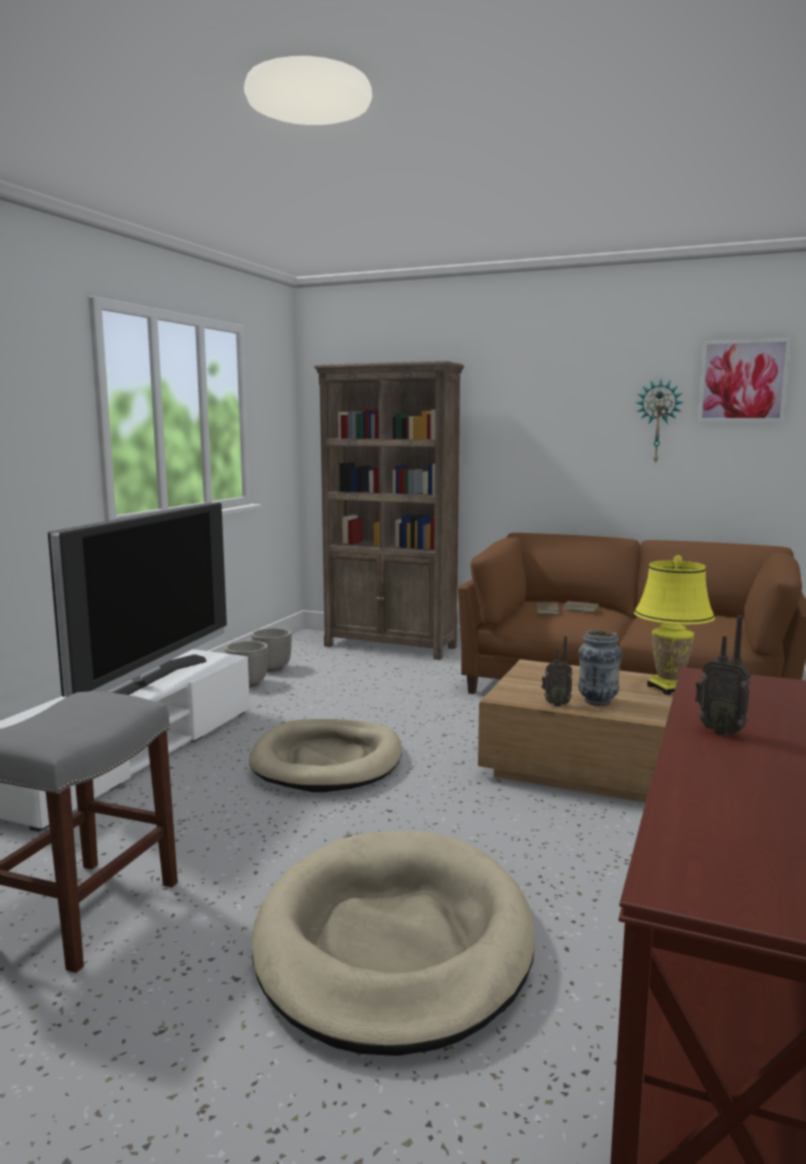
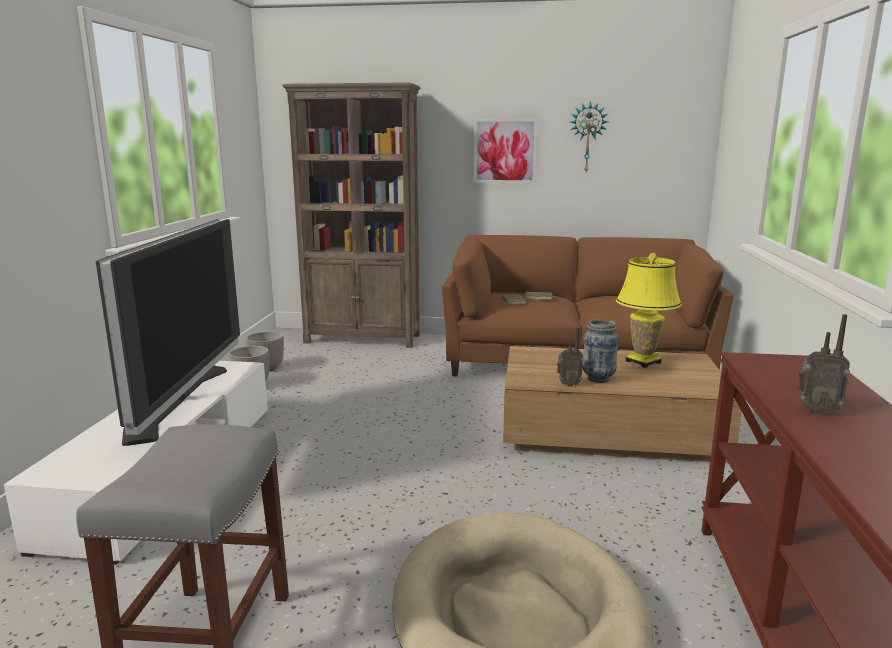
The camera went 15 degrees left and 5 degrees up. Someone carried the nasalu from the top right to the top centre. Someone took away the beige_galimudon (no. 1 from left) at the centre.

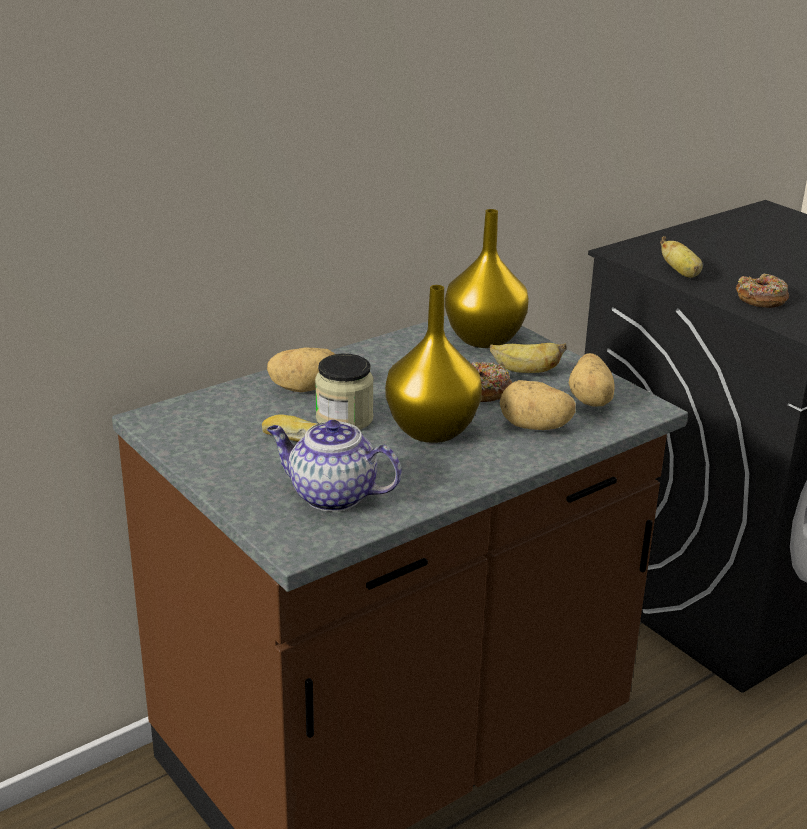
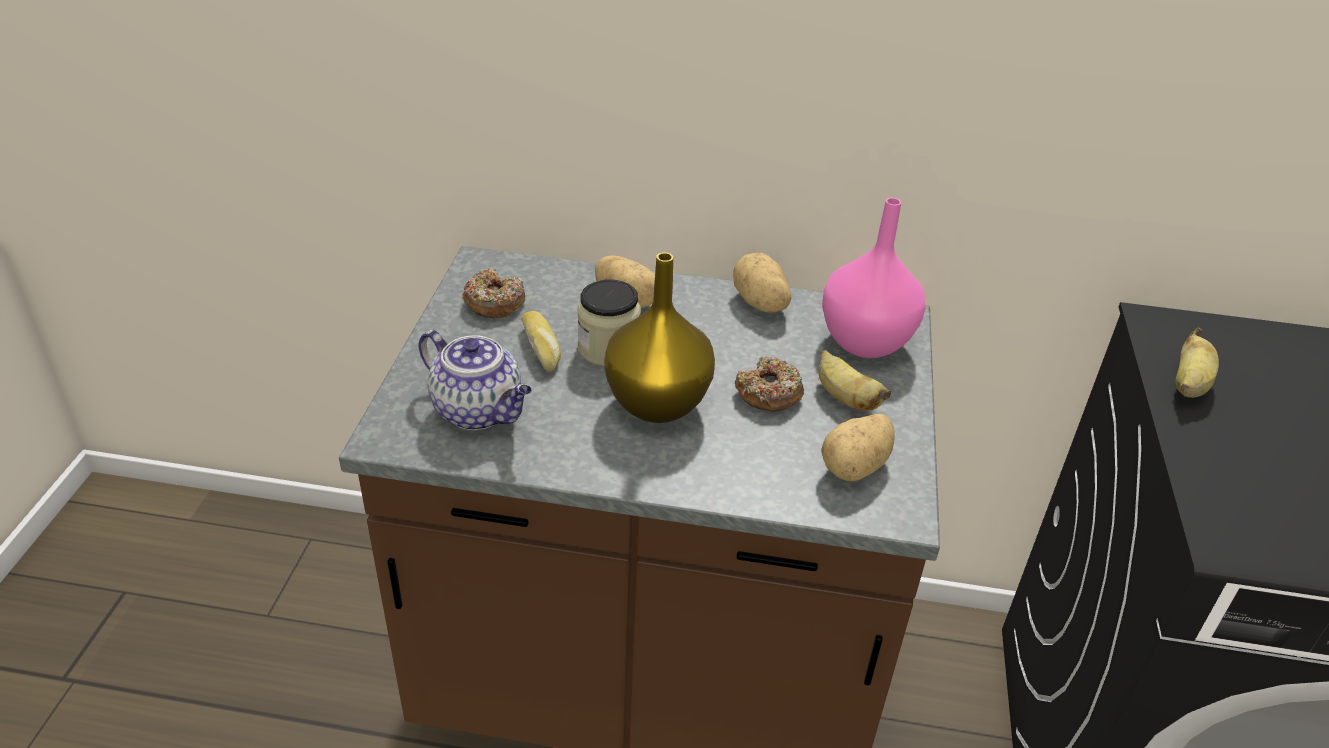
The camera went 45 degrees right and 10 degrees up. Someone repainted the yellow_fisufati (no. 2 from left) at the centre, which became the pink_fisufati at the centre. Someone carried the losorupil (no. 2 from left in the first image) from the middle right to the centre. Someone carried the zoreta (no. 2 from left) from the middle right to the centre. Someone rotated the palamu at the centre by 150 degrees clockwise.

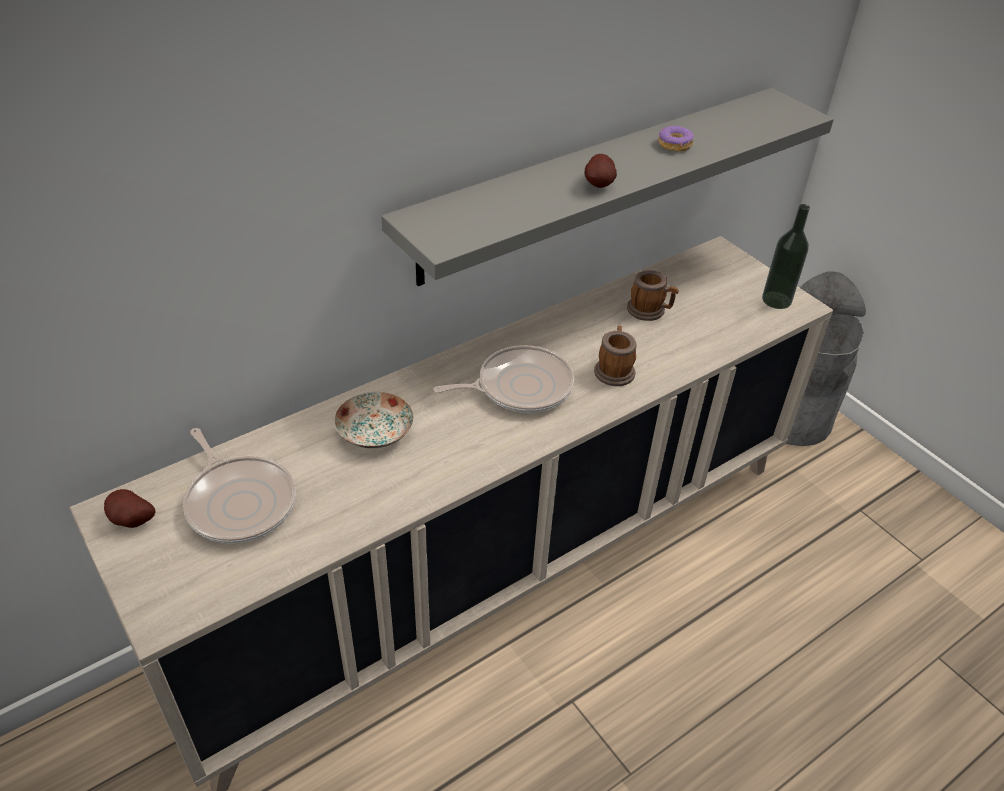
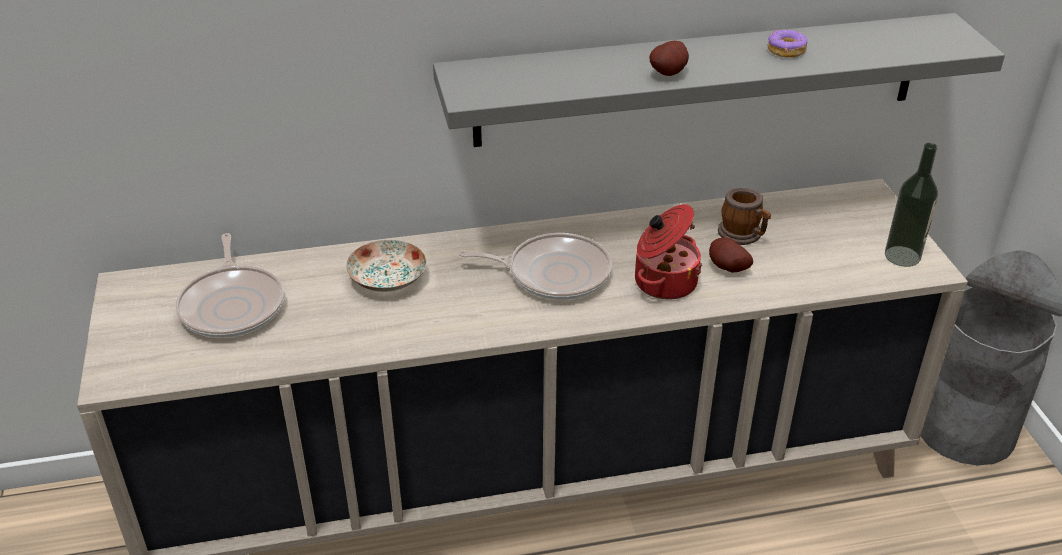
The camera went 25 degrees right and 5 degrees down. Someone swapped the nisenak (no. 1 from left) at the centre for the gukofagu at the centre. Someone carried the zoreta (no. 1 from left in the first image) from the middle left to the middle right.

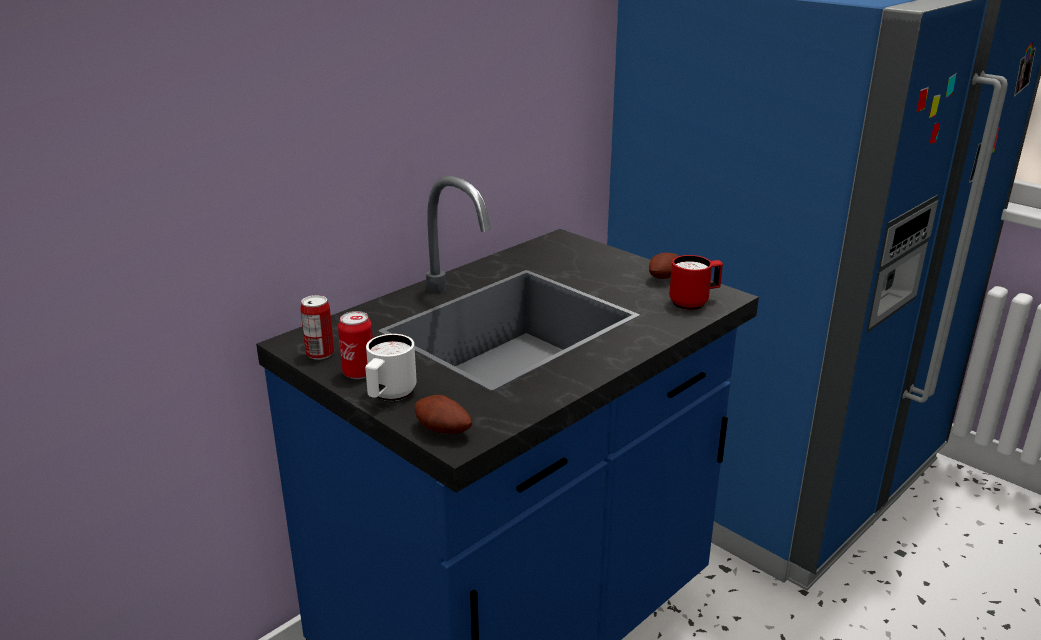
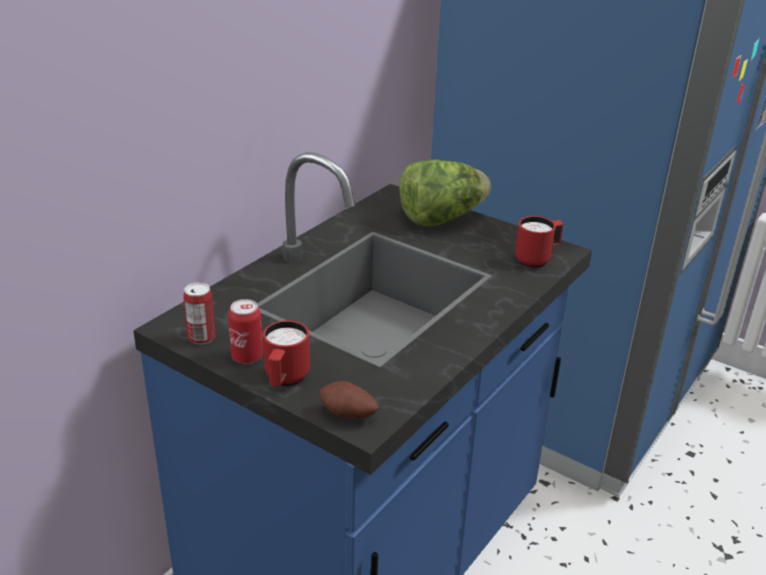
The camera went 10 degrees left and 5 degrees up. Someone took away the zoreta (no. 2 from left) at the centre. Someone repainted the white_nisenak at the centre, which became the red_nisenak (no. 1 from left) at the centre. Someone put down the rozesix at the centre.

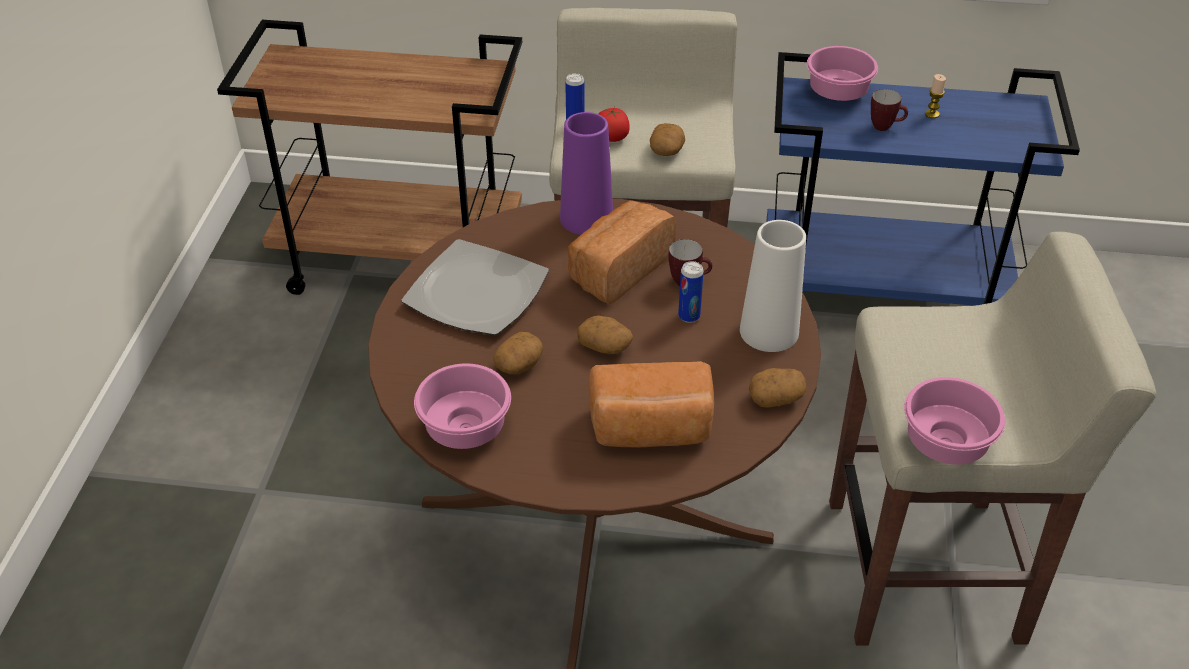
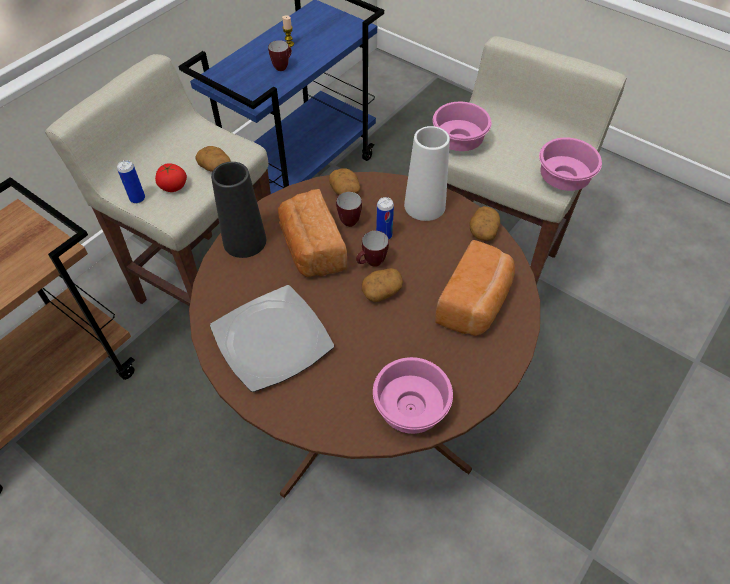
The camera went 60 degrees left and 10 degrees up. Someone carried the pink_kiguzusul (no. 2 from left) from the top right to the top centre. Someone repainted the purple_fisufati at the top centre, which became the black_fisufati at the middle left. Someone carried the zoreta (no. 1 from left in the first image) from the centre to the top centre. Someone put down the nisenak (no. 3 from left) at the centre.

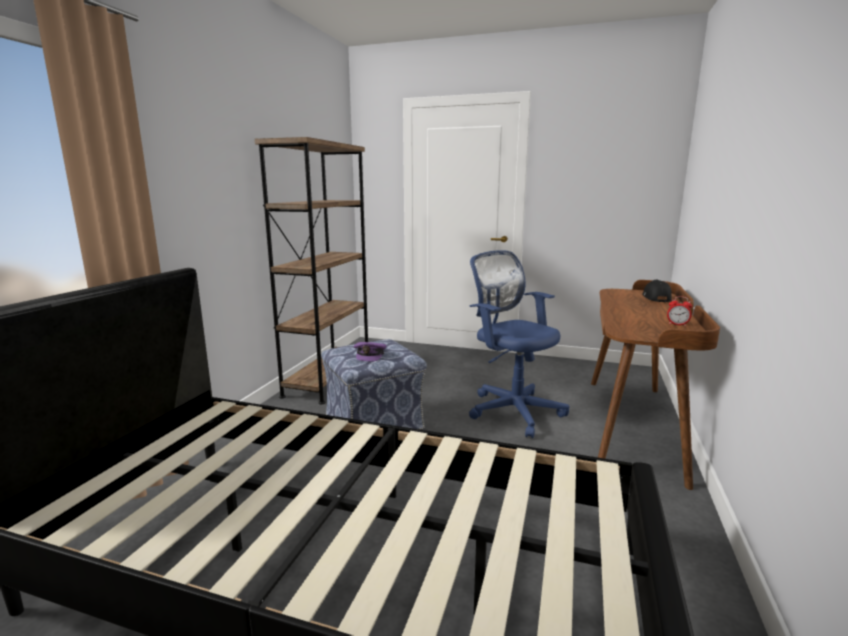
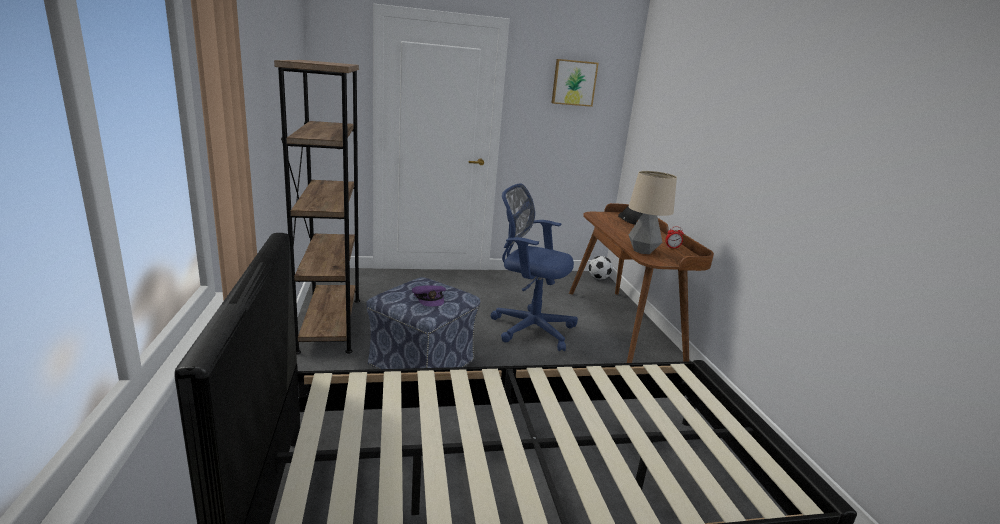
The camera went 30 degrees left and 5 degrees up. Someone put up the nasalu at the top centre. Someone put down the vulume at the centre. Someone put down the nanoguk at the centre.

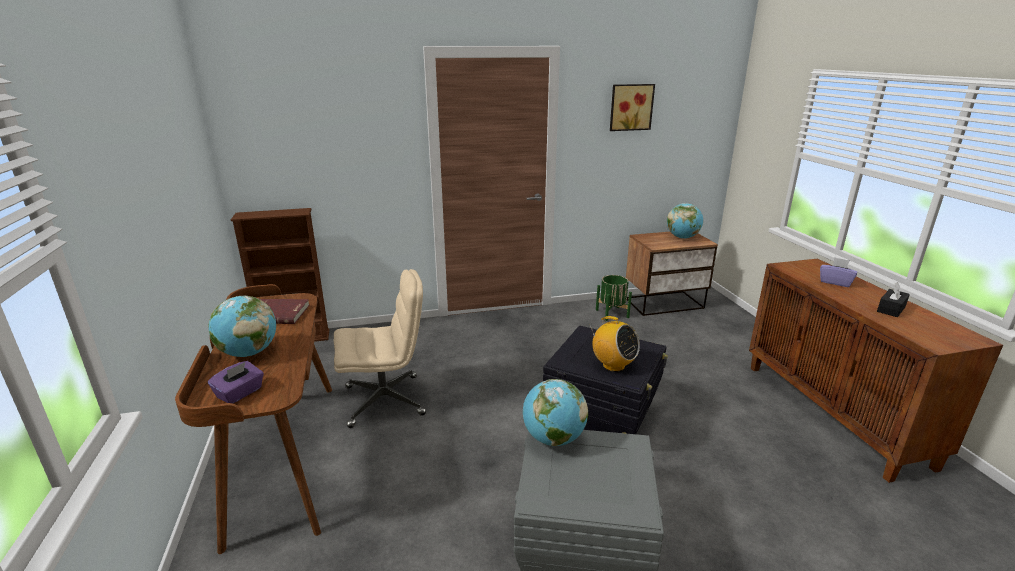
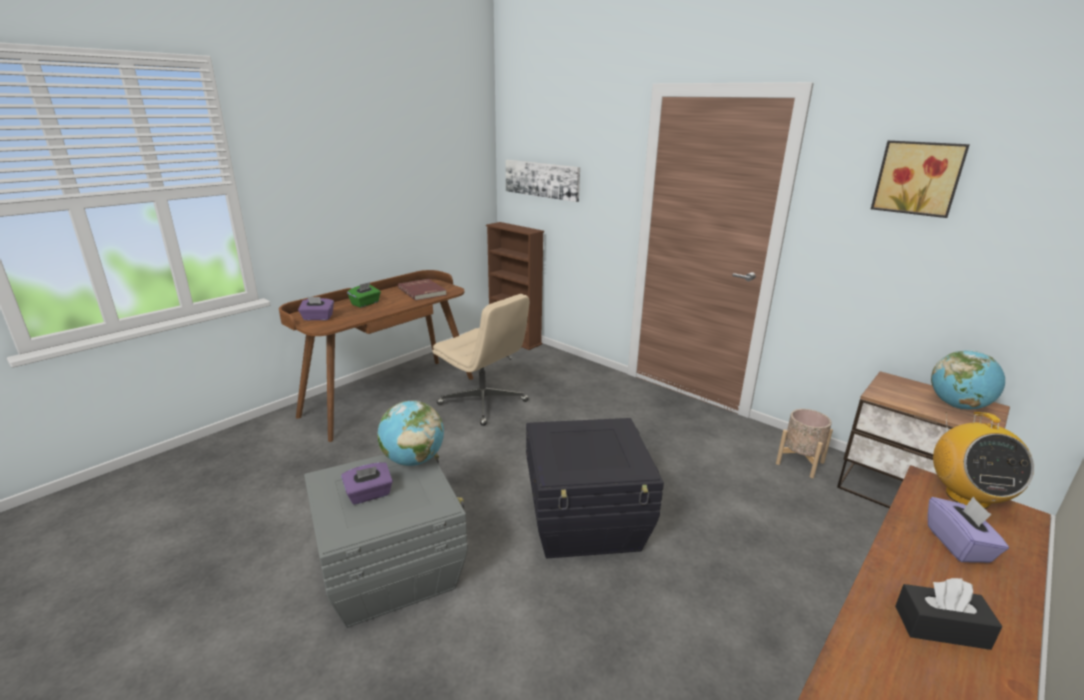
The camera went 55 degrees right and 0 degrees up. Someone repainted the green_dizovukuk at the centre, which became the beige_dizovukuk at the middle right. Someone swapped the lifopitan (no. 1 from left) at the middle left for the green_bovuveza at the centre. Someone carried the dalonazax from the centre to the middle right. Someone put up the nasalu (no. 1 from left) at the top centre. Someone put down the purple_bovuveza (no. 2 from left) at the bottom centre.

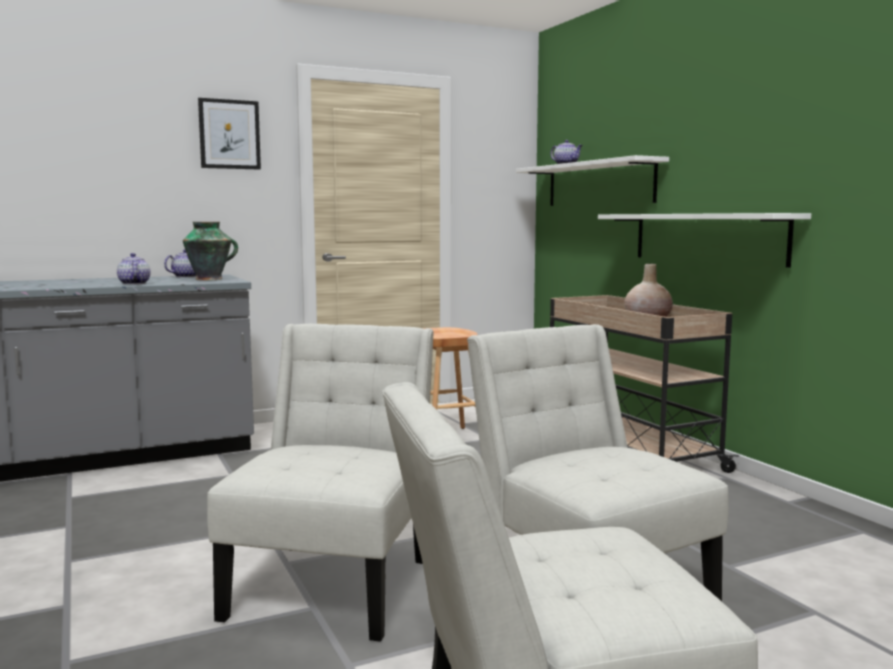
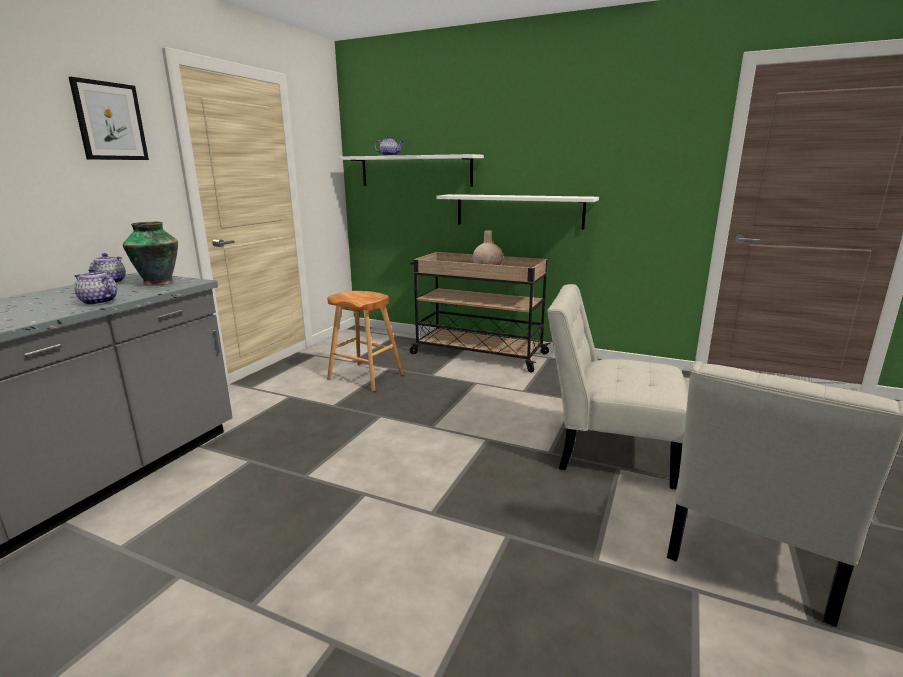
The camera went 40 degrees left and 10 degrees up. Someone took away the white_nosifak (no. 1 from left) at the bottom centre.

